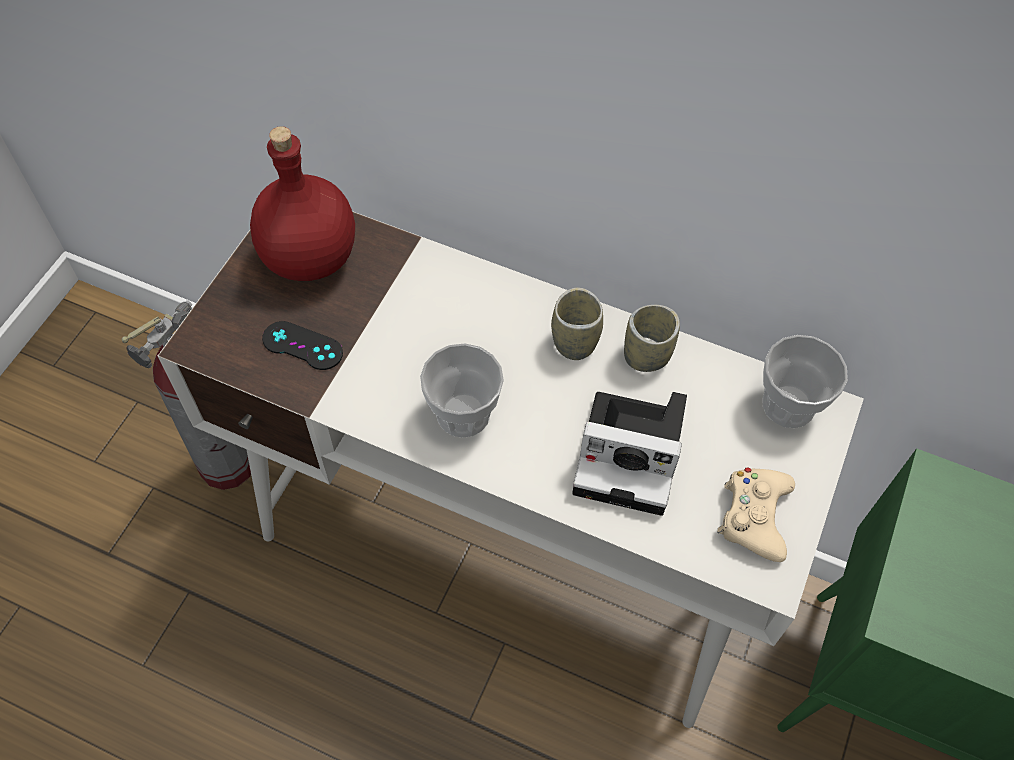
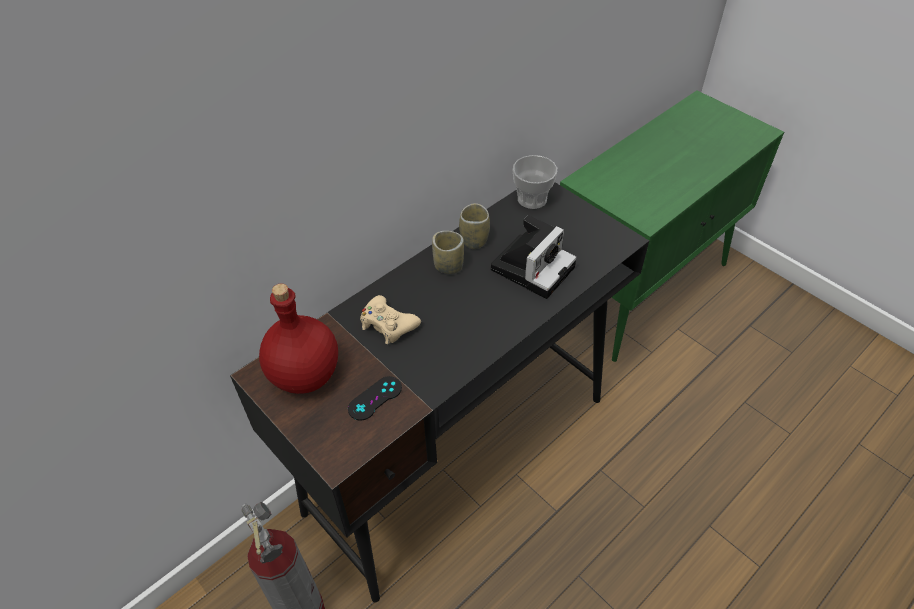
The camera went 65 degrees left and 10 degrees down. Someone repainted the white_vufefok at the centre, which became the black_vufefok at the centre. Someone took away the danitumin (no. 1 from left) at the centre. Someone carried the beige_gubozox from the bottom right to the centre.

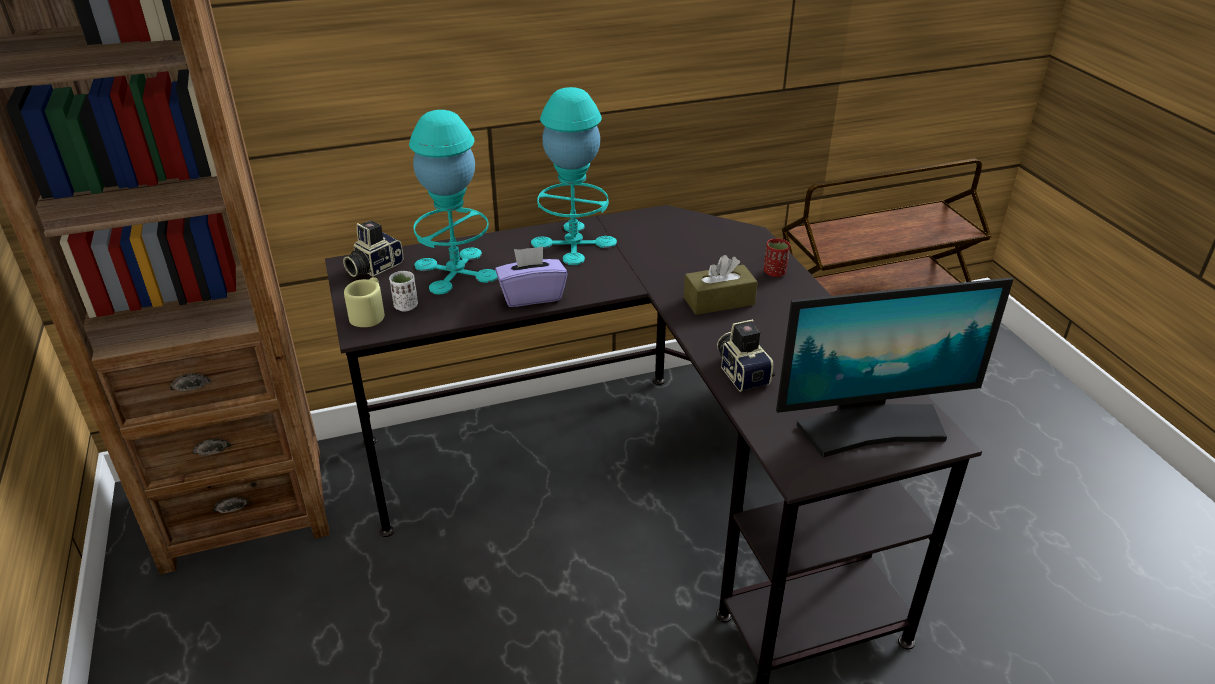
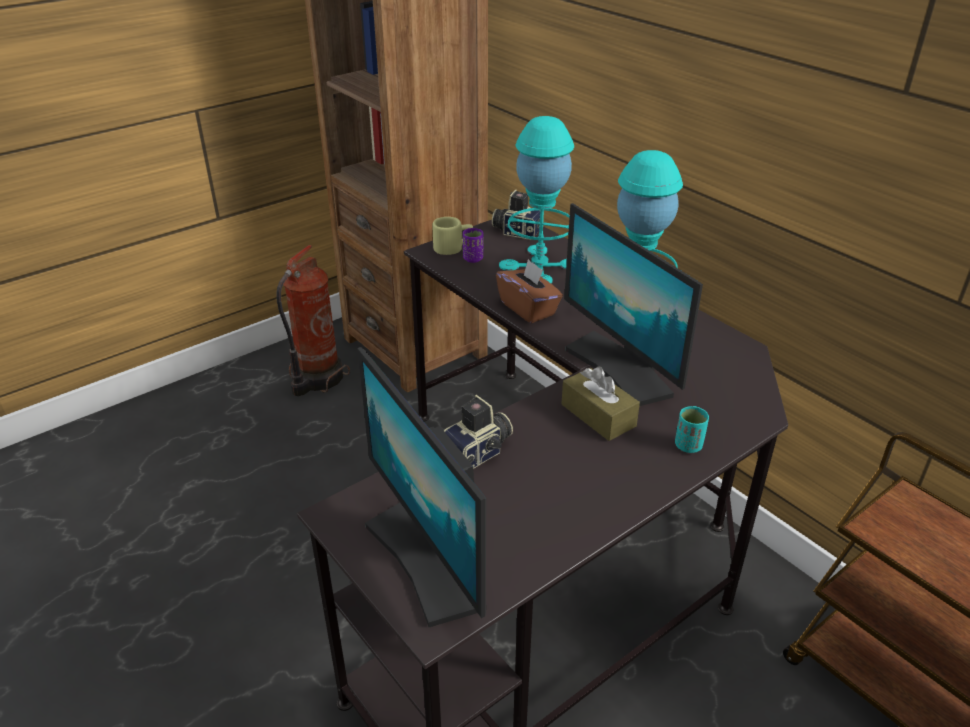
The camera went 70 degrees right and 0 degrees up. Someone repainted the red_danitumin at the centre, which became the turquoise_danitumin at the middle right. Someone repainted the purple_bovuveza at the centre, which became the brown_bovuveza (no. 1 from left) at the centre. Someone repainted the white_danitumin at the middle left, which became the purple_danitumin at the centre. Someone put down the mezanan (no. 2 from left) at the centre. Someone put down the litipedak at the middle left.

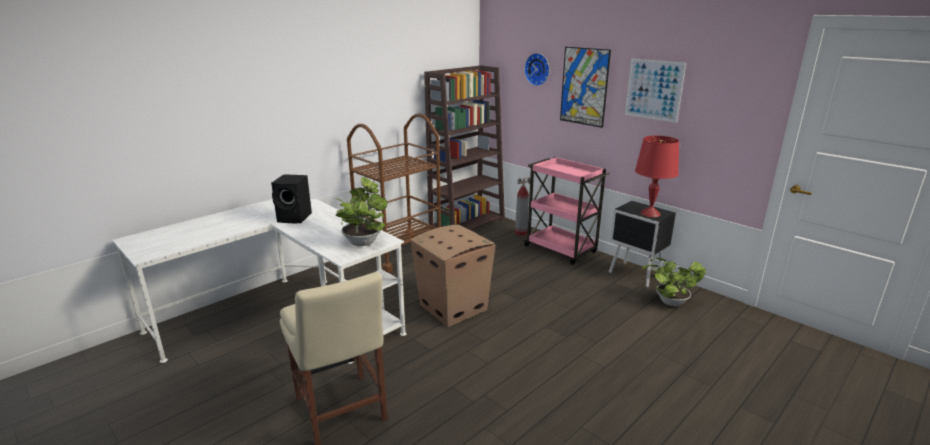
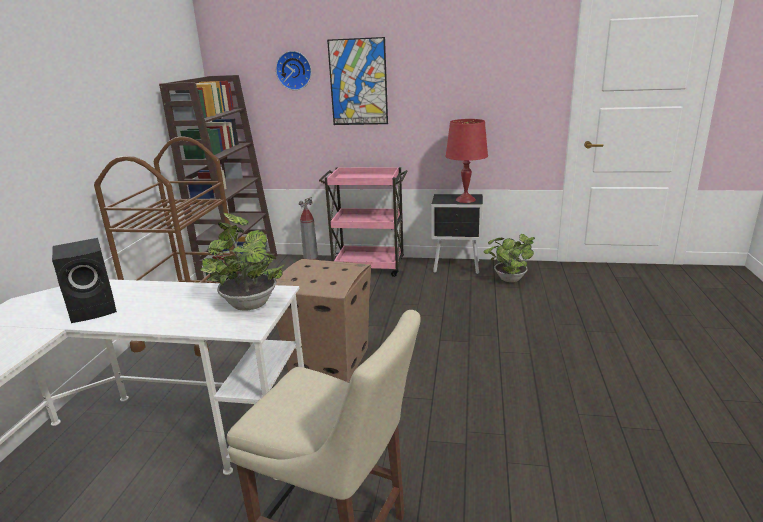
The camera went 35 degrees left and 0 degrees up. Someone took away the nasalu (no. 2 from left) at the top right.

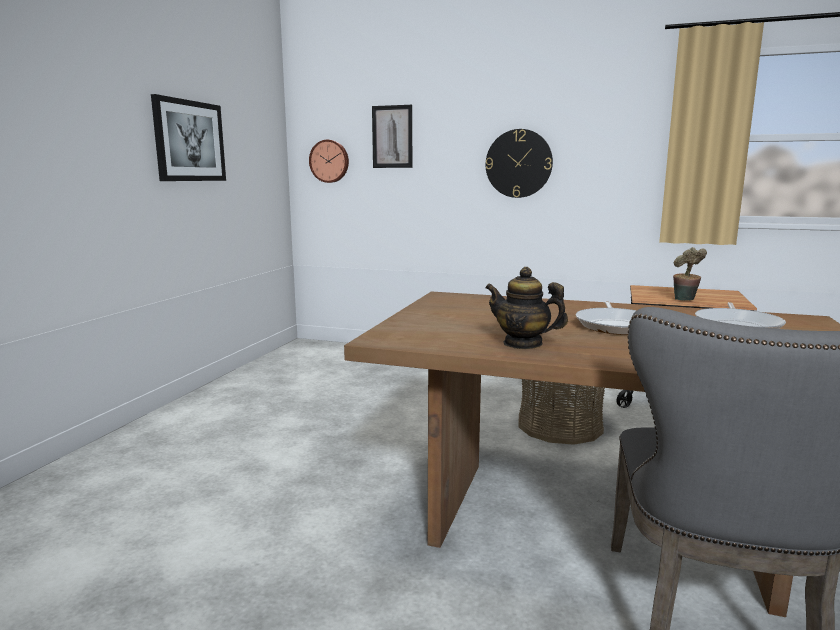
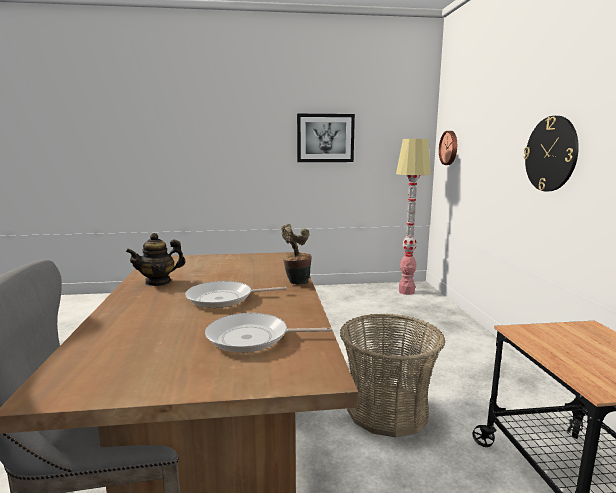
The camera went 65 degrees right and 0 degrees up. Someone took away the nasalu (no. 2 from left) at the top centre. Someone carried the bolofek from the middle right to the centre. Someone rotated the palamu at the centre by 120 degrees counterclockwise. Someone put down the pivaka at the middle right.

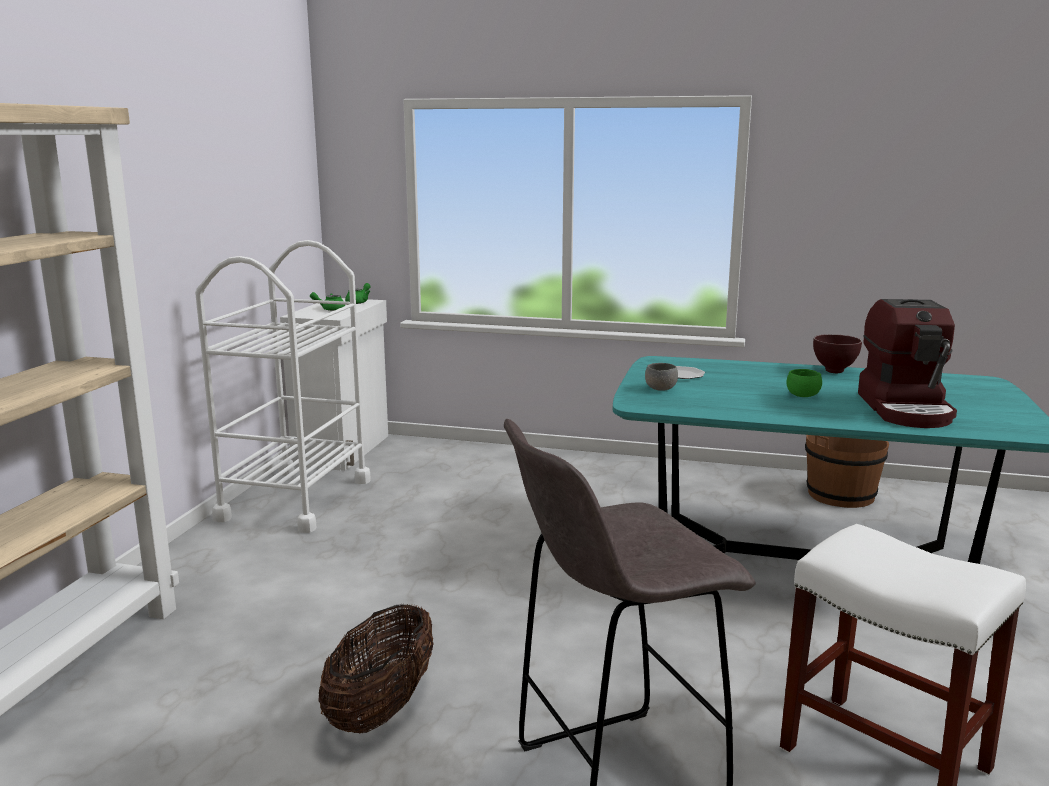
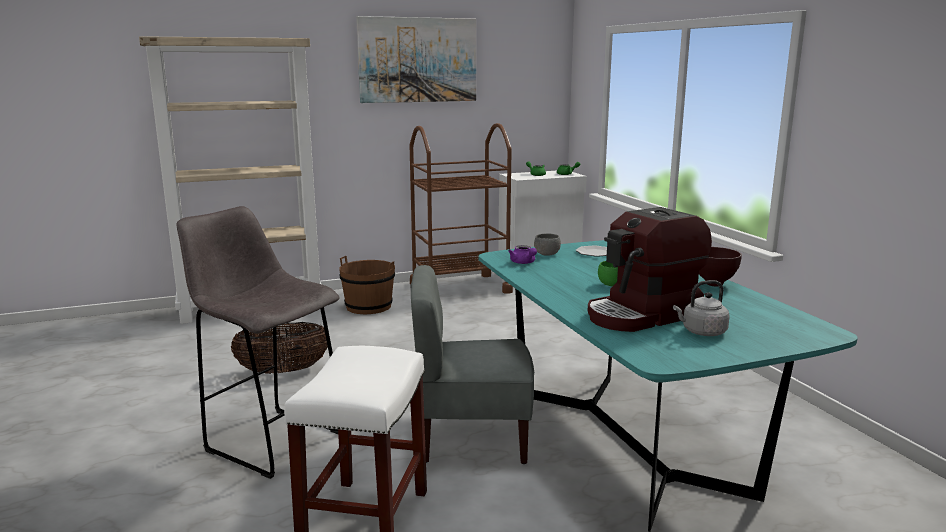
The camera went 55 degrees right and 0 degrees up. Someone repainted the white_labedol at the middle left, which became the brown_labedol at the centre. Someone carried the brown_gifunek from the middle right to the centre. Someone put up the nasalu at the top centre. Someone put down the purple_palamu at the centre. Someone put down the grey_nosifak at the bottom centre. Someone put down the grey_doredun at the middle right.

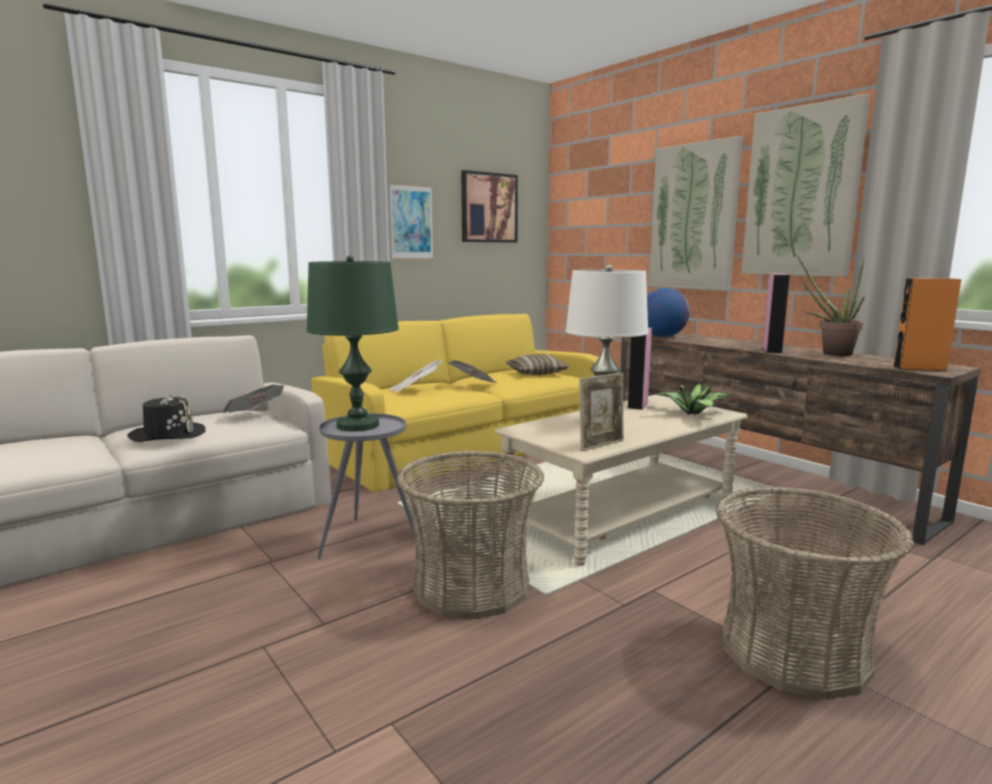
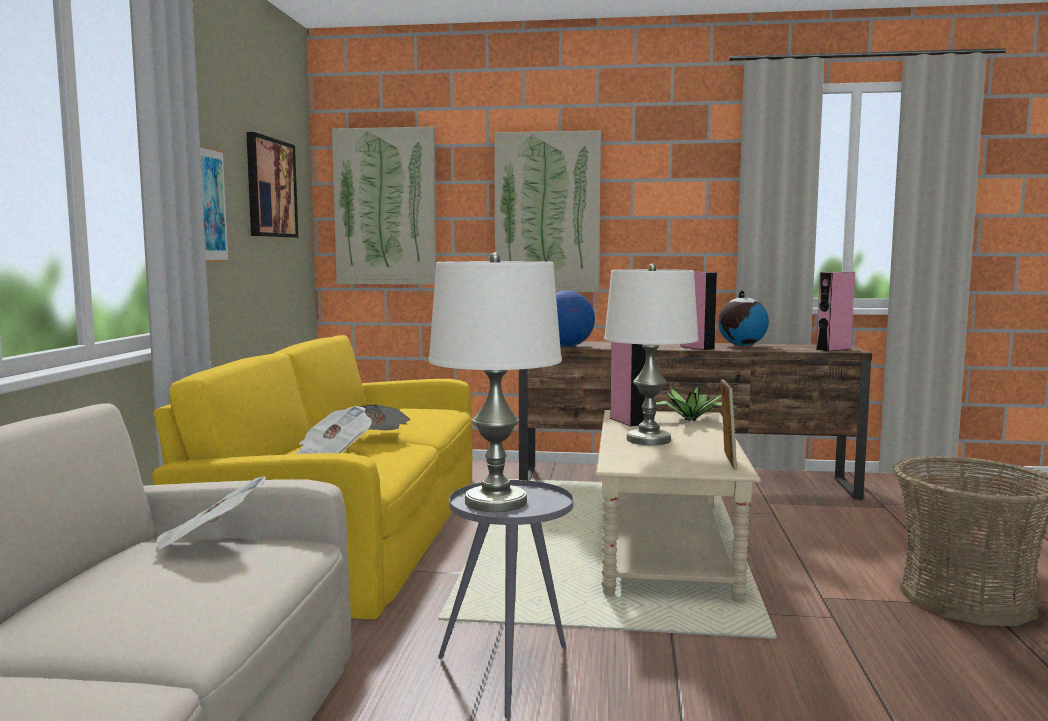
The camera went 45 degrees left and 5 degrees down. Someone carried the nasalu (no. 4 from left in the first image) from the top right to the top centre. Someone repainted the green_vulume at the centre, which became the white_vulume (no. 1 from left) at the centre. Someone swapped the bolofek (no. 2 from left) at the middle right for the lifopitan (no. 2 from left) at the middle right. Someone repainted the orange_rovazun at the middle right, which became the pink_rovazun (no. 3 from left) at the middle right. Someone took away the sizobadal at the centre. Someone took away the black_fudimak at the middle left. Someone took away the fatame (no. 1 from left) at the bottom centre.

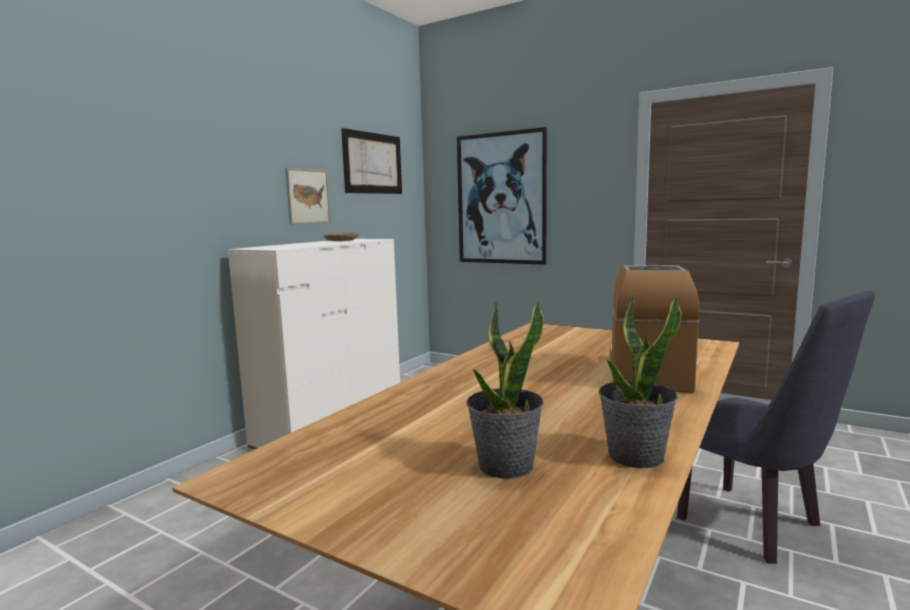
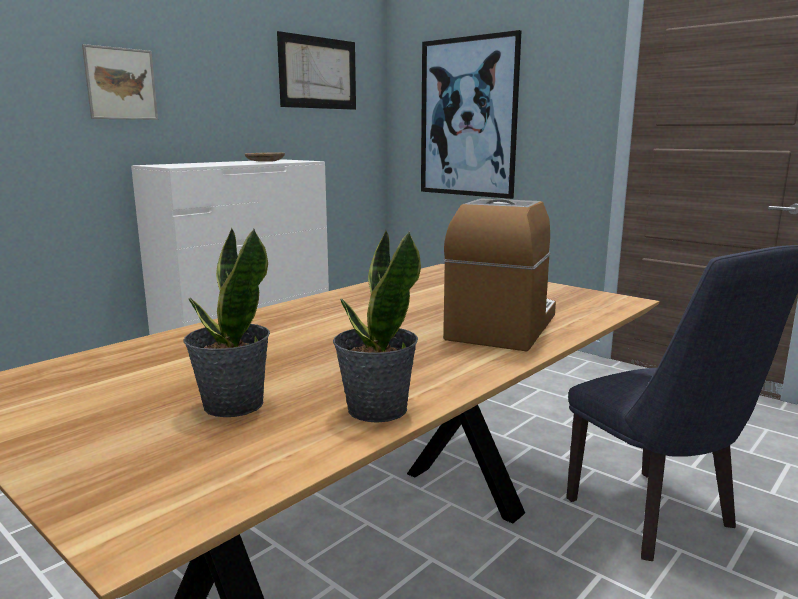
The camera went 10 degrees right and 5 degrees up. Someone carried the nasalu (no. 1 from left) from the top centre to the top left.

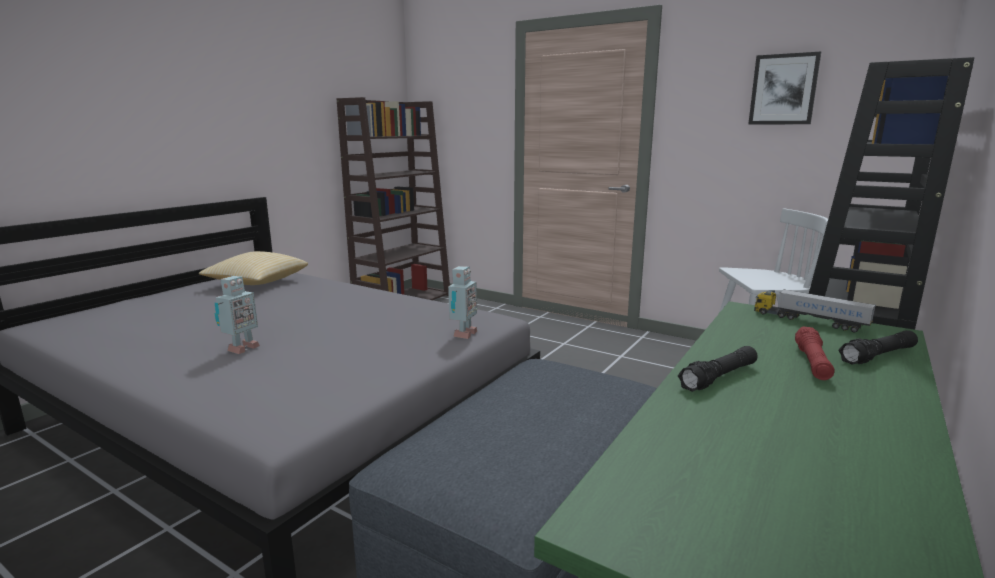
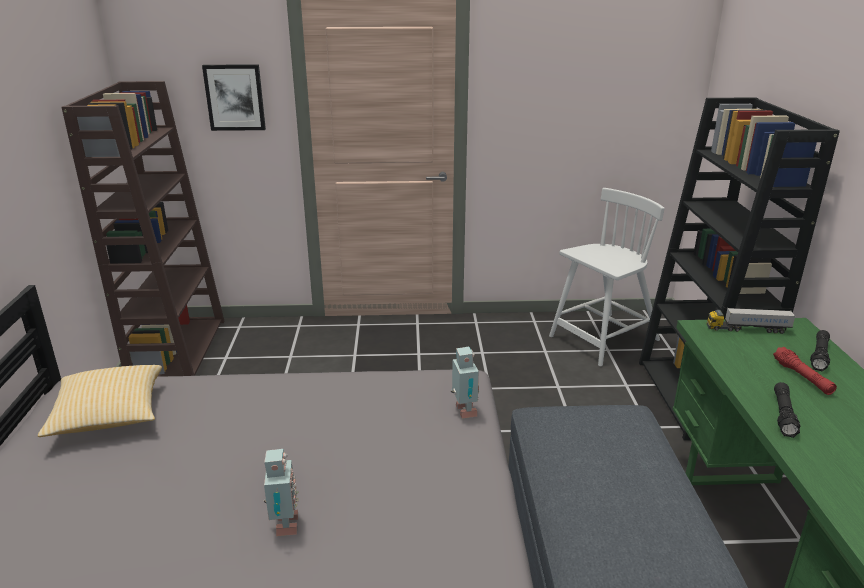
The camera went 35 degrees left and 10 degrees up. Someone carried the nasalu from the top right to the top left.

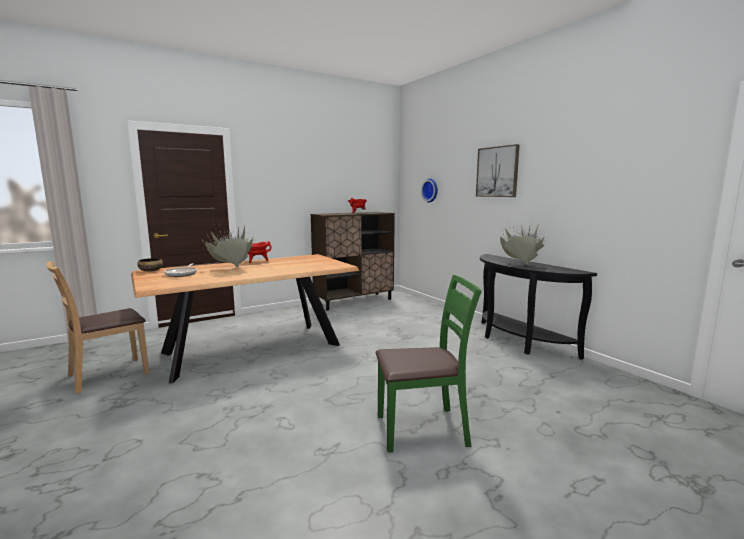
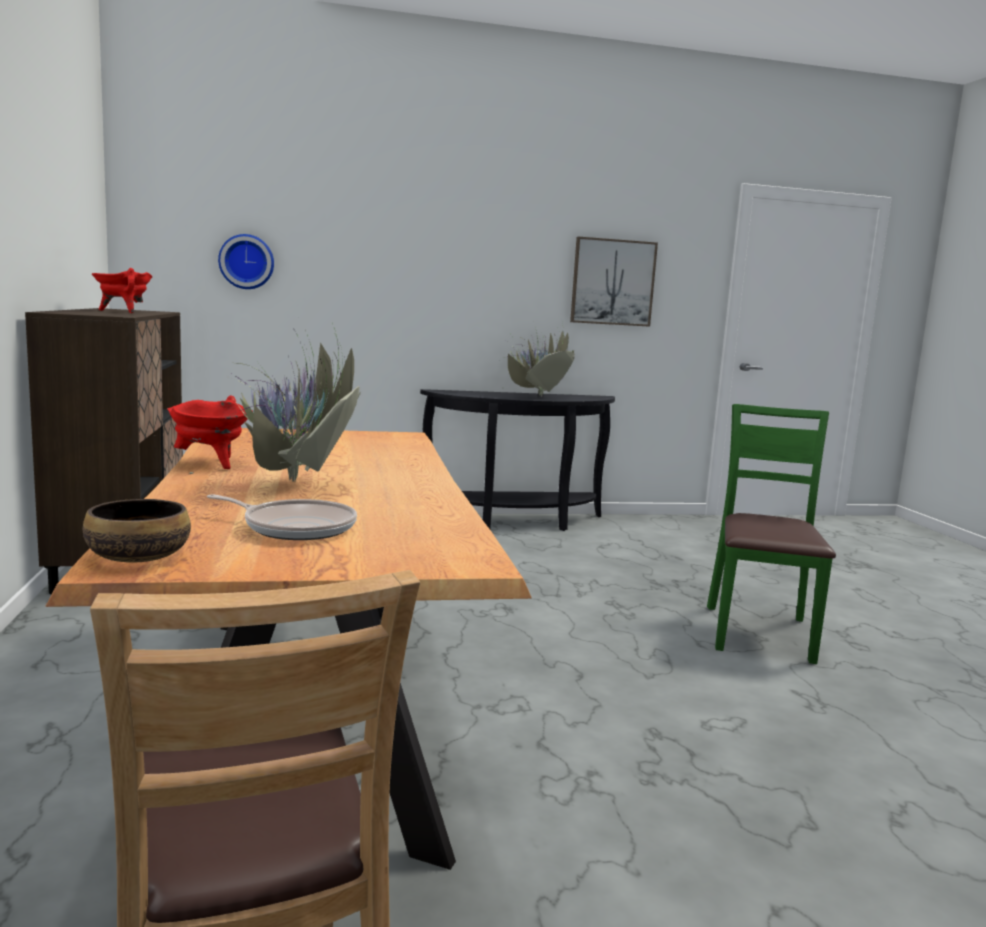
The camera went 70 degrees left and 0 degrees up. Someone carried the nasalu from the top right to the top centre.

